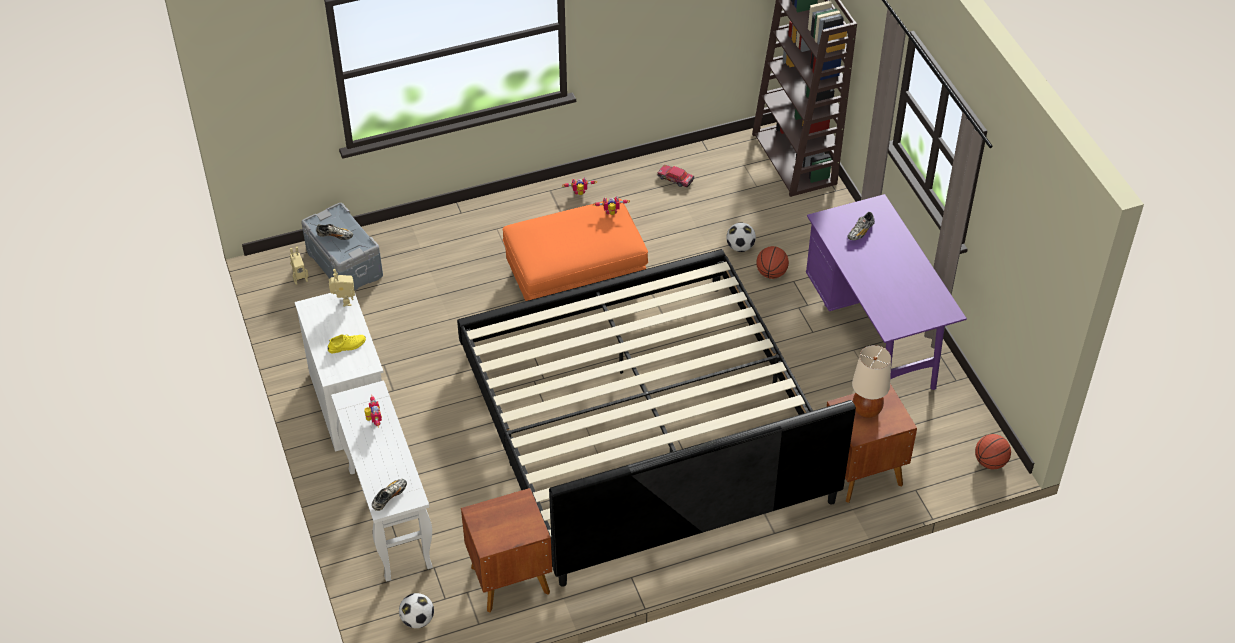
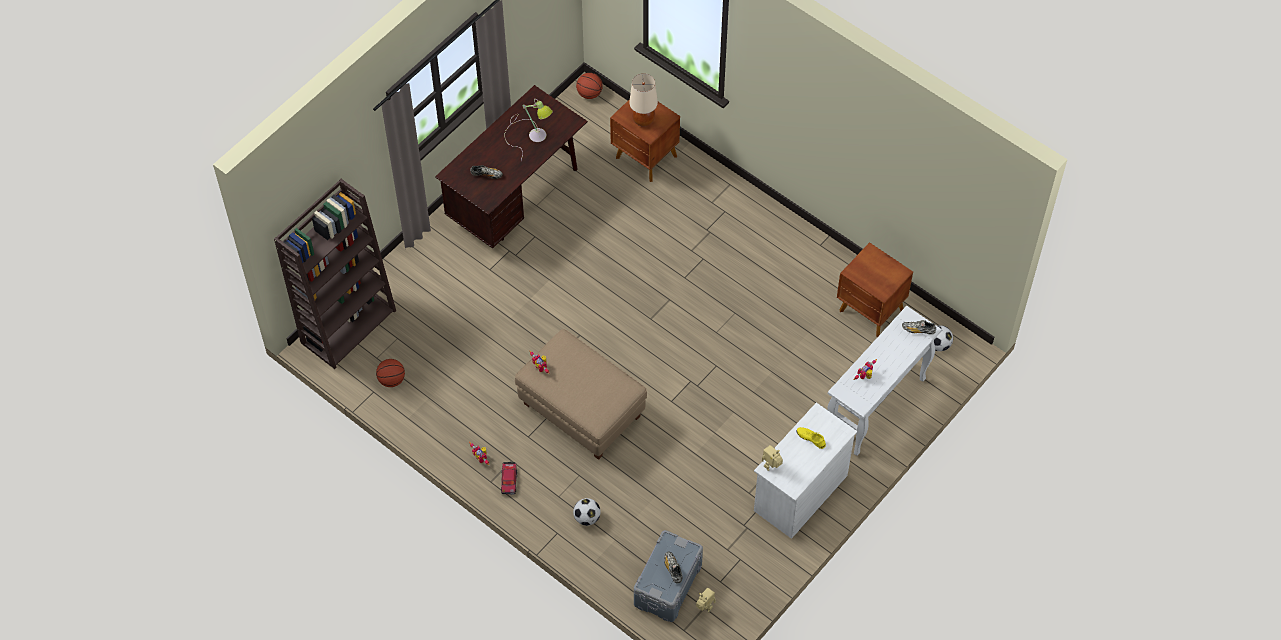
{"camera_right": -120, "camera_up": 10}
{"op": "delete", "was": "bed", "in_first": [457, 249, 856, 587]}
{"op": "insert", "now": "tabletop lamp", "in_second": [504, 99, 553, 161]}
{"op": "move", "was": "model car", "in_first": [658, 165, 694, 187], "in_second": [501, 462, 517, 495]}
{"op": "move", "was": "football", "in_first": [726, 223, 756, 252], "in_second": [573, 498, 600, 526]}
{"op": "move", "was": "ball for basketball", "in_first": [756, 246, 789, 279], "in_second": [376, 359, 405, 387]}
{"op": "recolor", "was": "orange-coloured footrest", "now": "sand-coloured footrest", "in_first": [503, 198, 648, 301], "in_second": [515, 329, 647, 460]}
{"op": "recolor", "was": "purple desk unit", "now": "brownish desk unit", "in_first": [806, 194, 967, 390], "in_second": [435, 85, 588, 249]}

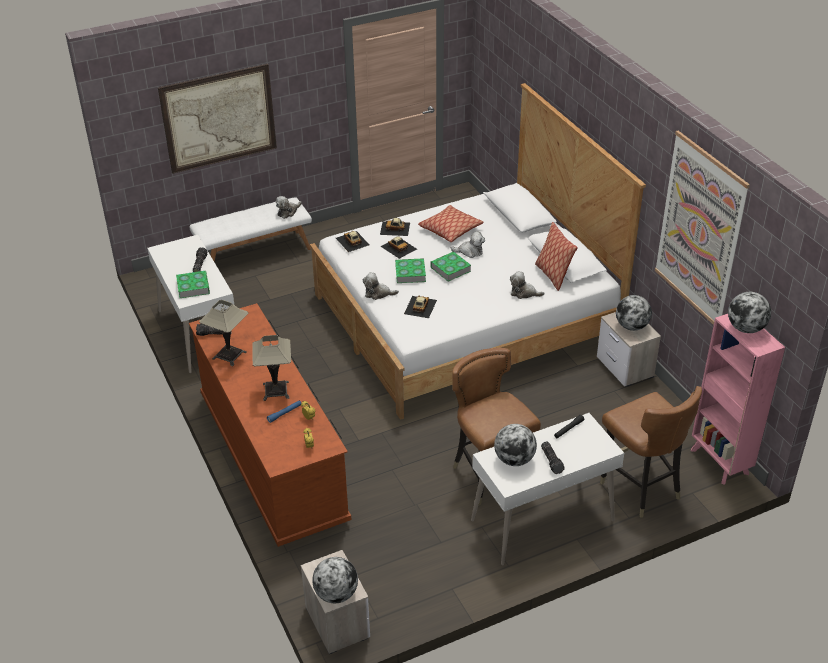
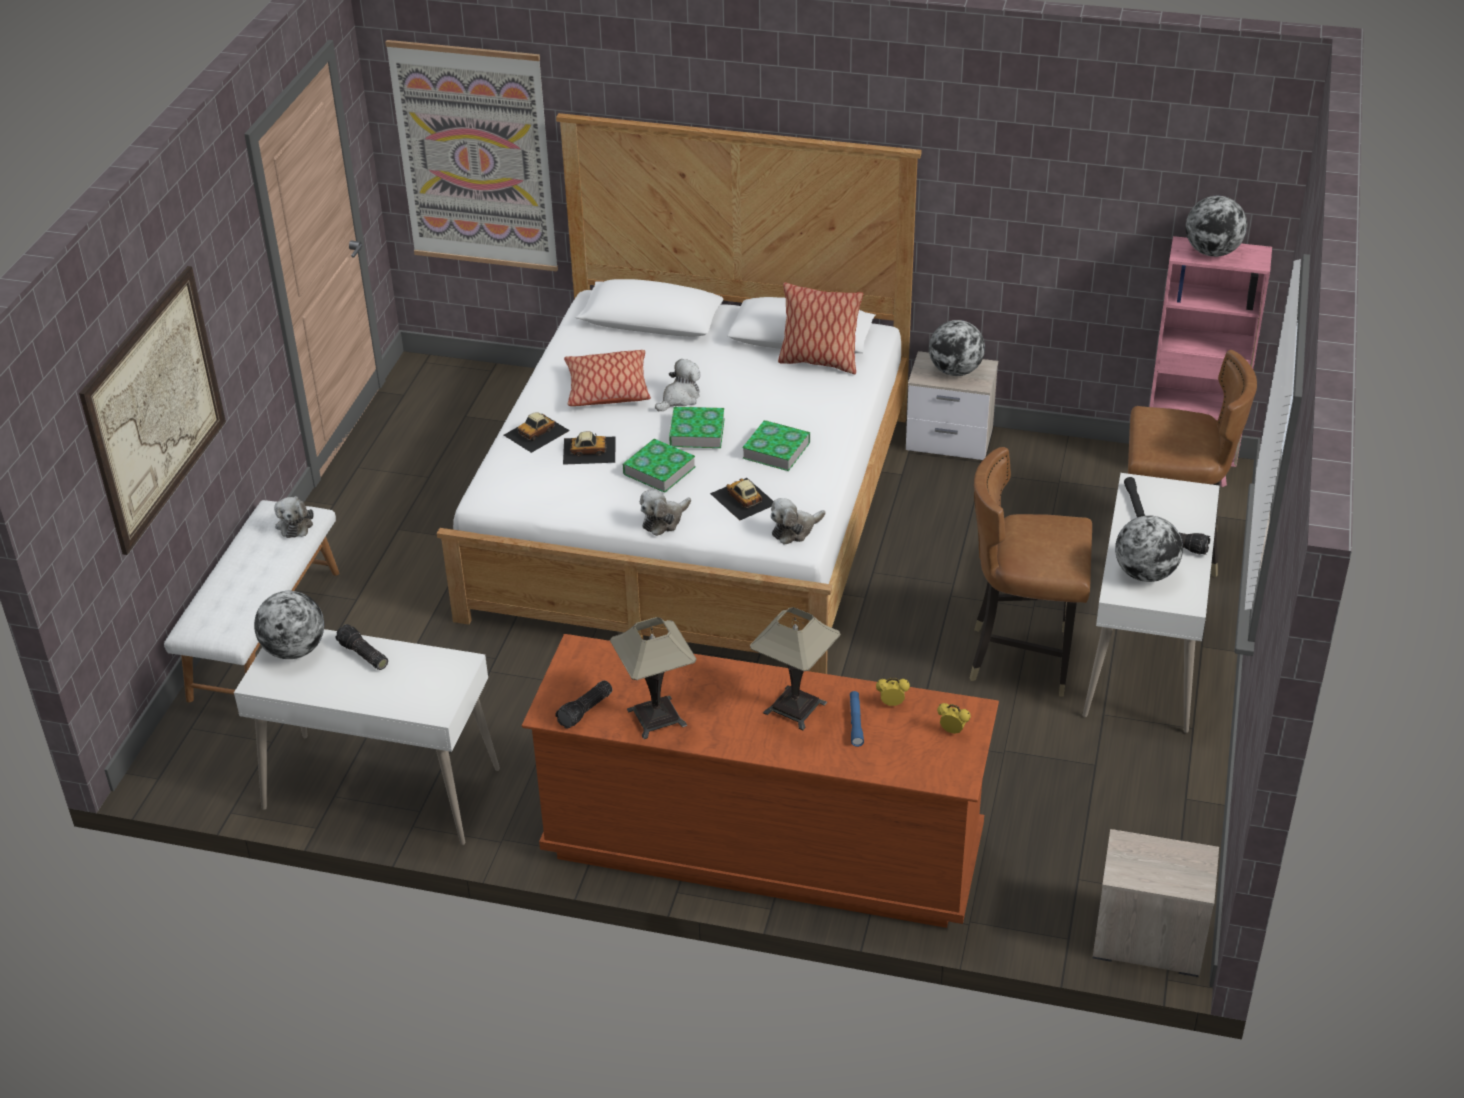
{"camera_right": -50, "camera_up": 0}
{"op": "delete", "was": "model car", "in_first": [336, 231, 369, 252]}
{"op": "move", "was": "volume", "in_first": [176, 271, 210, 298], "in_second": [742, 420, 810, 471]}
{"op": "move", "was": "globe", "in_first": [312, 557, 358, 603], "in_second": [254, 591, 324, 659]}
{"op": "move", "was": "soft toy", "in_first": [510, 271, 545, 299], "in_second": [770, 498, 826, 545]}
{"op": "move", "was": "picture", "in_first": [655, 131, 750, 325], "in_second": [385, 40, 558, 271]}

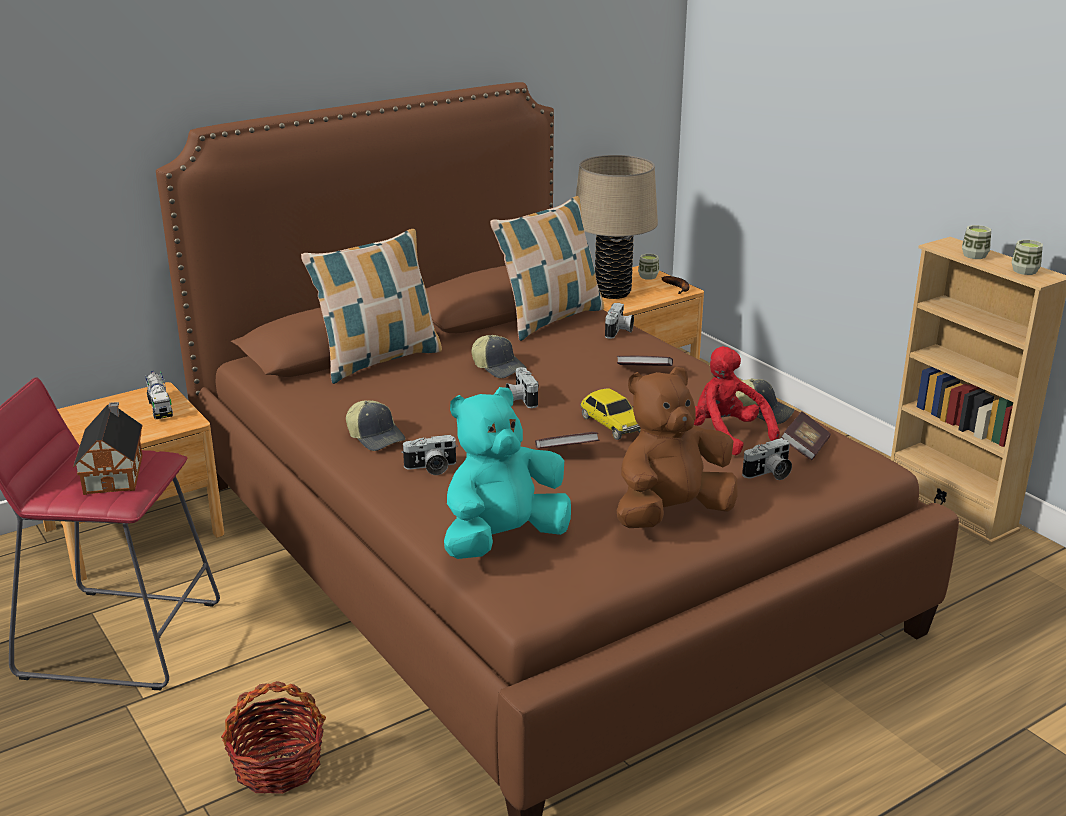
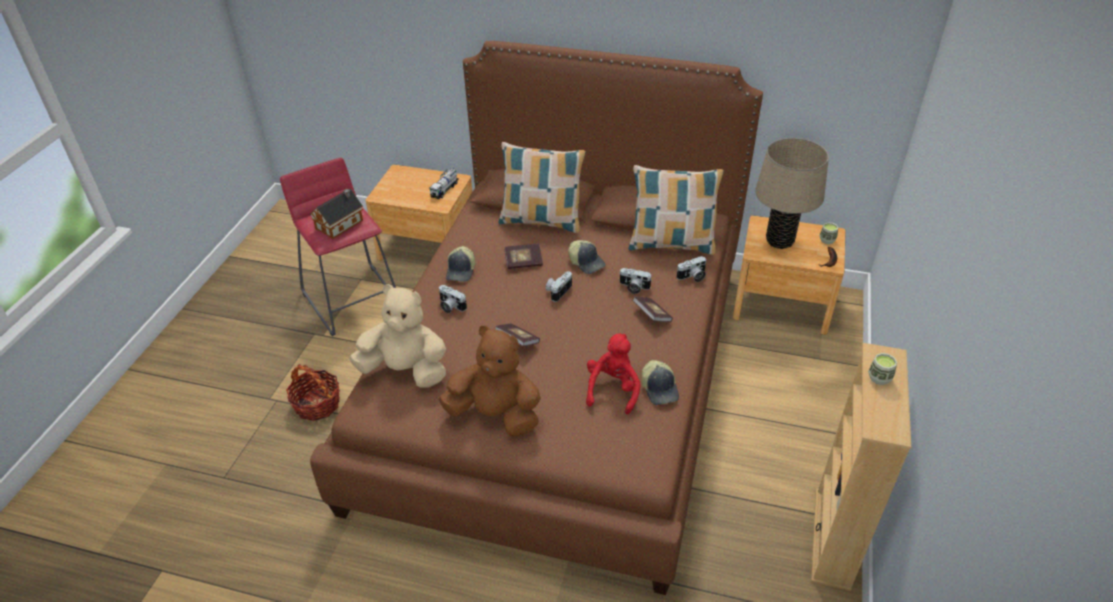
{"camera_right": 50, "camera_up": 15}
{"op": "delete", "was": "model car", "in_first": [580, 388, 641, 440]}
{"op": "delete", "was": "cup", "in_first": [1012, 240, 1043, 275]}
{"op": "move", "was": "still camera", "in_first": [742, 438, 792, 480], "in_second": [619, 268, 651, 294]}
{"op": "move", "was": "volume", "in_first": [781, 411, 831, 460], "in_second": [504, 244, 543, 269]}
{"op": "recolor", "was": "turquoise-coloured soft toy", "now": "sand-coloured soft toy", "in_first": [444, 387, 571, 559], "in_second": [349, 284, 446, 388]}
{"op": "rotate", "was": "peaked cap", "in_first": [471, 335, 527, 378], "in_second": [568, 240, 606, 274], "clockwise": -45}

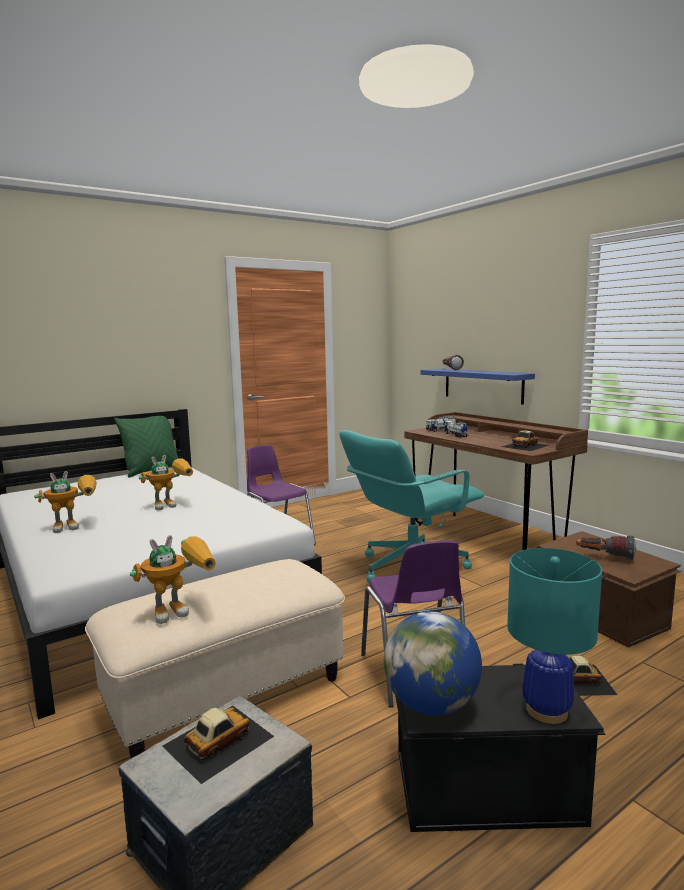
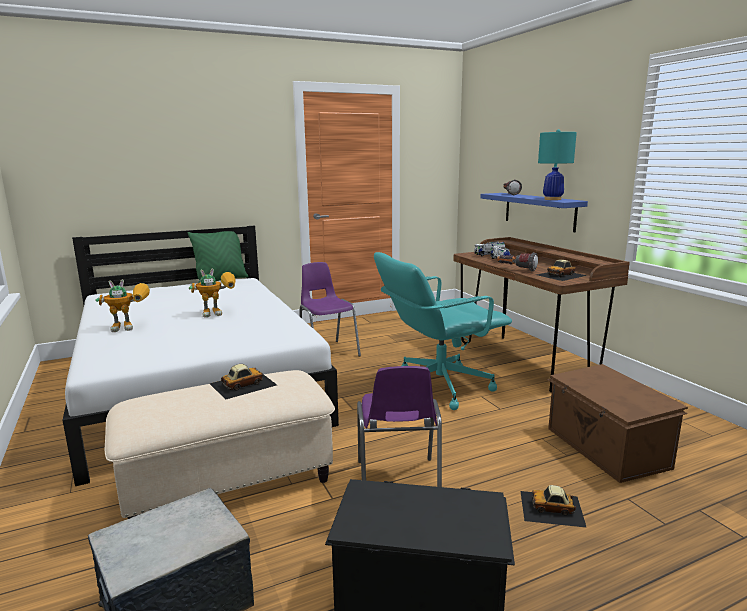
{"camera_right": 10, "camera_up": 5}
{"op": "delete", "was": "toy robot", "in_first": [130, 535, 216, 624]}
{"op": "delete", "was": "globe", "in_first": [384, 611, 482, 716]}
{"op": "move", "was": "model car", "in_first": [162, 706, 274, 784], "in_second": [209, 364, 277, 400]}
{"op": "move", "was": "turquoise-coloured tabletop lamp", "in_first": [507, 548, 602, 724], "in_second": [538, 129, 577, 200]}
{"op": "move", "was": "flashlight", "in_first": [576, 535, 636, 560], "in_second": [497, 252, 538, 271]}

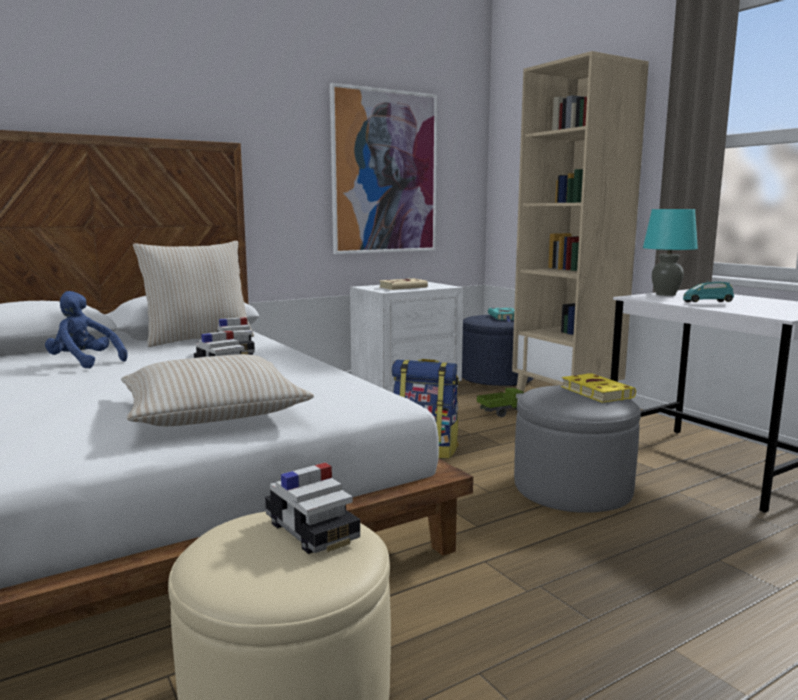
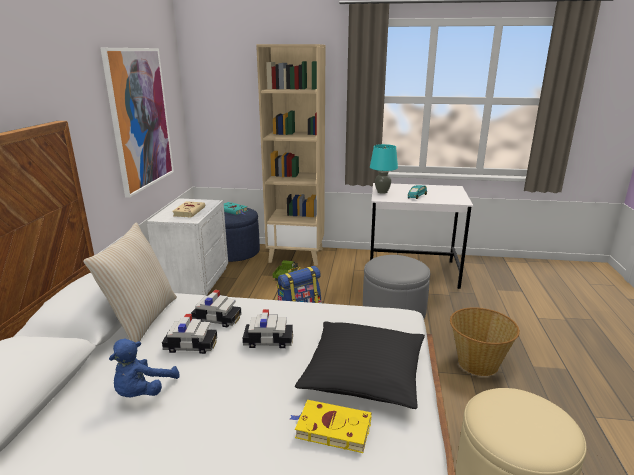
{"camera_right": -50, "camera_up": 10}
{"op": "insert", "now": "storage basket", "in_second": [450, 307, 520, 376]}
{"op": "move", "was": "model car", "in_first": [265, 462, 360, 554], "in_second": [162, 314, 217, 354]}
{"op": "move", "was": "yellow volume", "in_first": [561, 373, 636, 403], "in_second": [290, 400, 372, 453]}
{"op": "recolor", "was": "sand-coloured pillow", "now": "black-coloured pillow", "in_first": [121, 354, 314, 426], "in_second": [295, 321, 425, 409]}
{"op": "rotate", "was": "blue-coloured soft toy", "in_first": [45, 291, 128, 369], "in_second": [109, 338, 180, 398], "clockwise": -45}

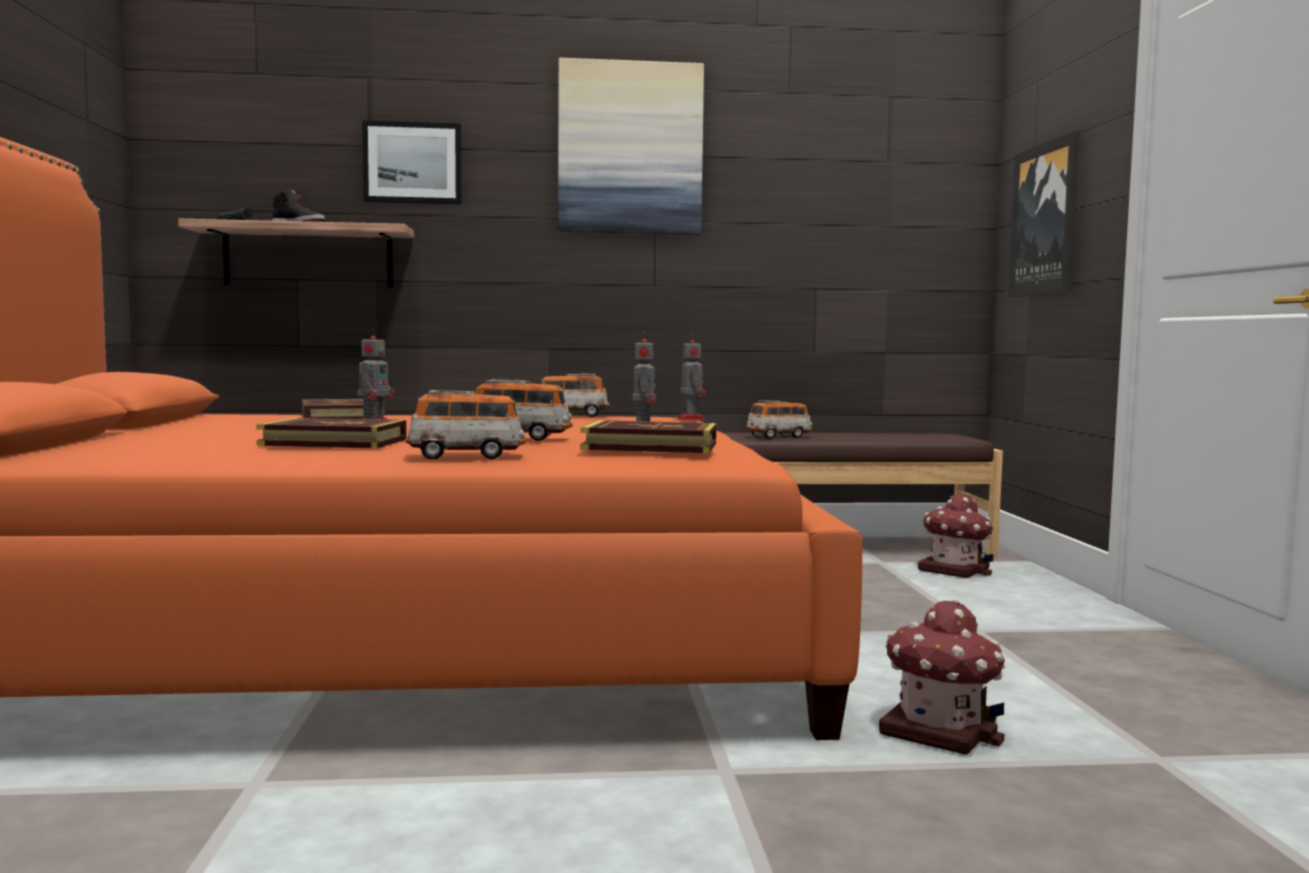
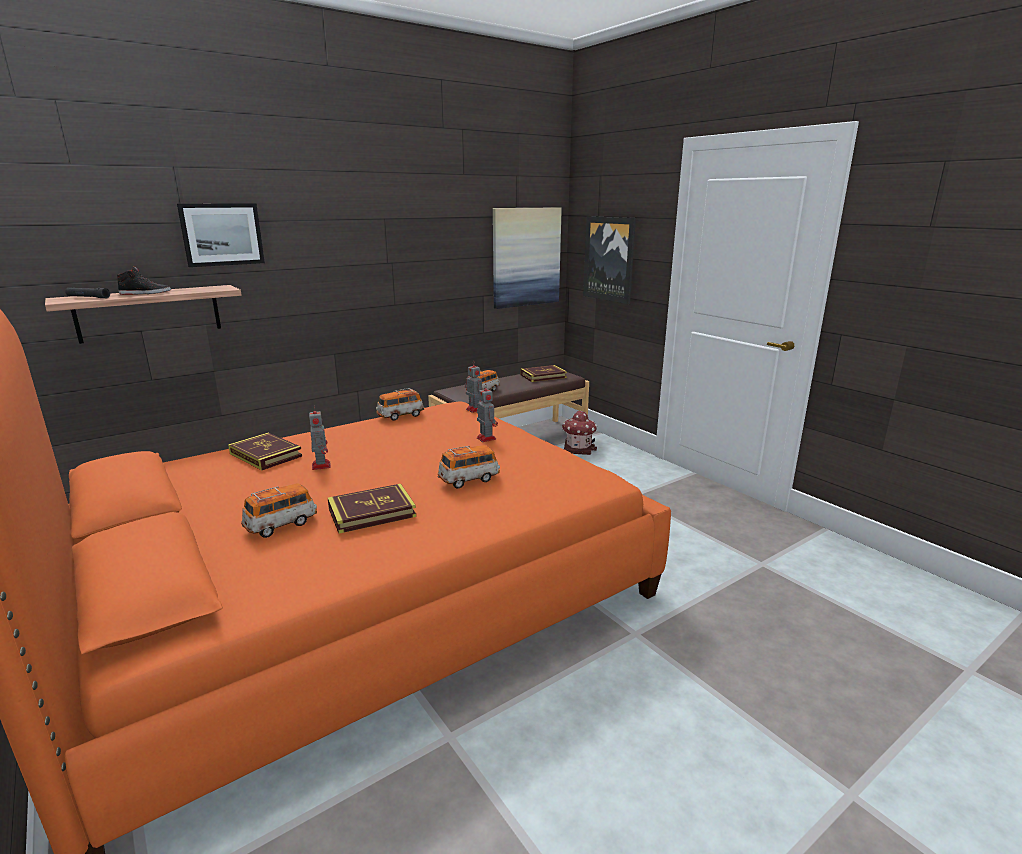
{"camera_right": -30, "camera_up": 15}
{"op": "delete", "was": "toy house", "in_first": [879, 600, 1005, 755]}
{"op": "move", "was": "model car", "in_first": [405, 390, 525, 460], "in_second": [241, 483, 317, 538]}
{"op": "move", "was": "picture", "in_first": [558, 58, 704, 236], "in_second": [493, 207, 562, 309]}
{"op": "move", "was": "volume", "in_first": [581, 420, 717, 453], "in_second": [520, 365, 567, 382]}

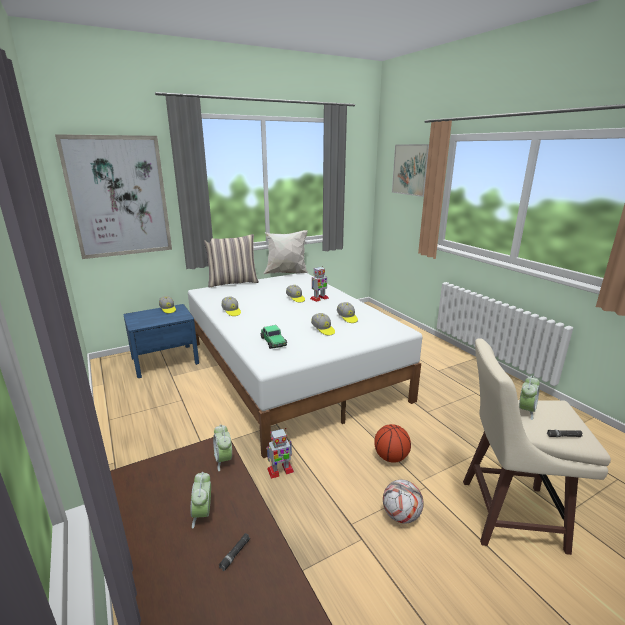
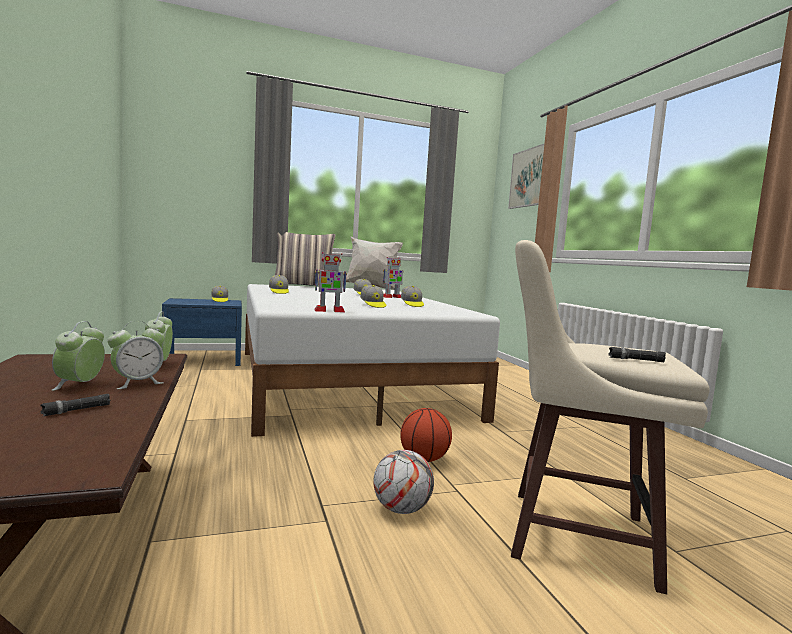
{"camera_right": 10, "camera_up": -15}
{"op": "delete", "was": "picture", "in_first": [55, 134, 172, 259]}
{"op": "delete", "was": "model car", "in_first": [260, 325, 287, 349]}
{"op": "move", "was": "toy robot", "in_first": [266, 428, 294, 479], "in_second": [315, 252, 347, 313]}
{"op": "move", "was": "table clock", "in_first": [519, 376, 540, 420], "in_second": [107, 321, 165, 389]}

